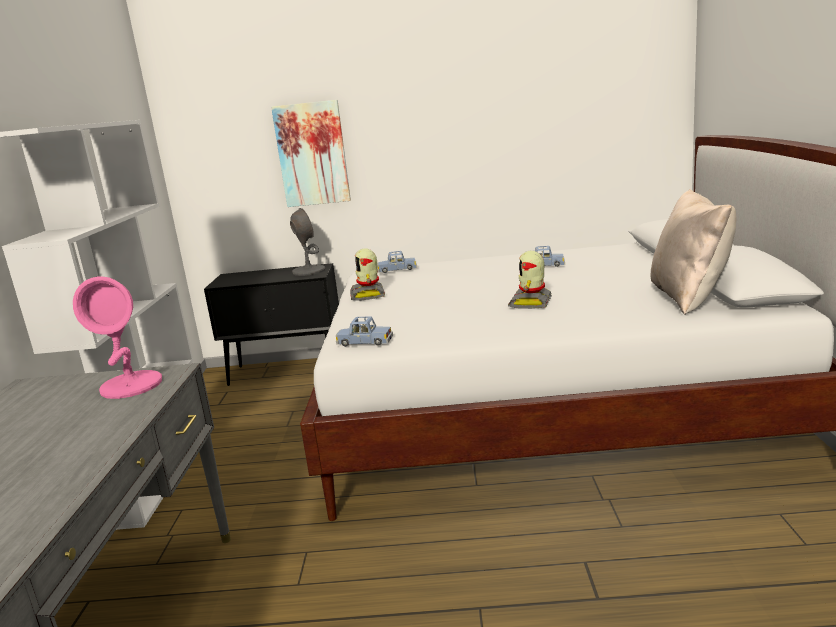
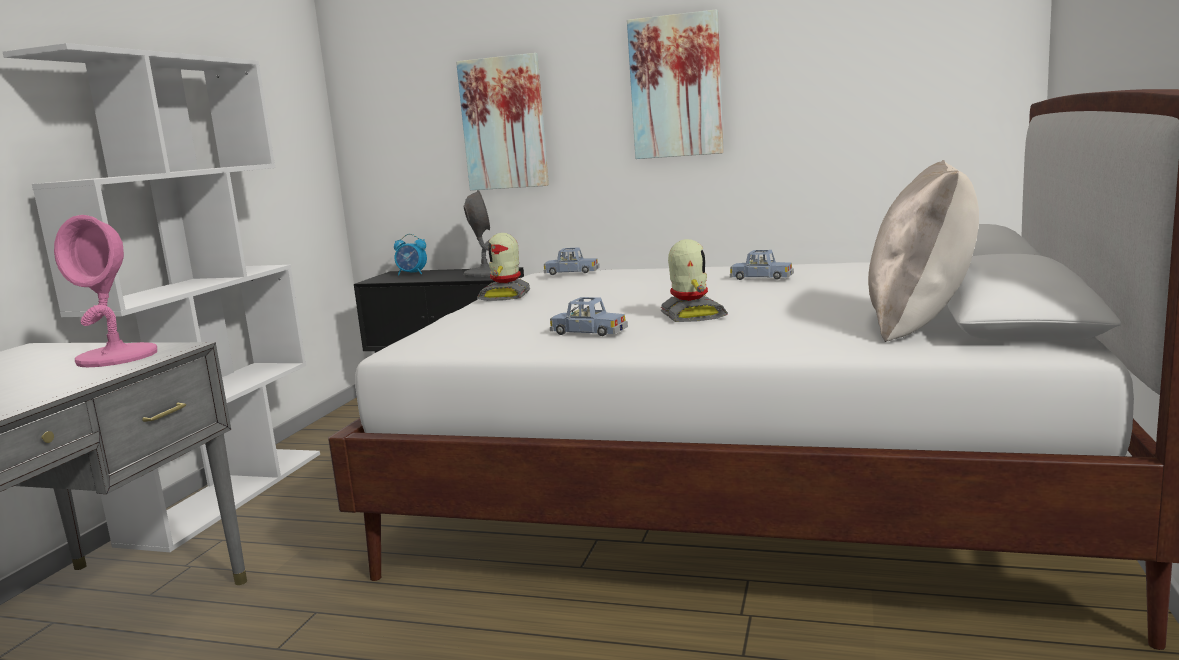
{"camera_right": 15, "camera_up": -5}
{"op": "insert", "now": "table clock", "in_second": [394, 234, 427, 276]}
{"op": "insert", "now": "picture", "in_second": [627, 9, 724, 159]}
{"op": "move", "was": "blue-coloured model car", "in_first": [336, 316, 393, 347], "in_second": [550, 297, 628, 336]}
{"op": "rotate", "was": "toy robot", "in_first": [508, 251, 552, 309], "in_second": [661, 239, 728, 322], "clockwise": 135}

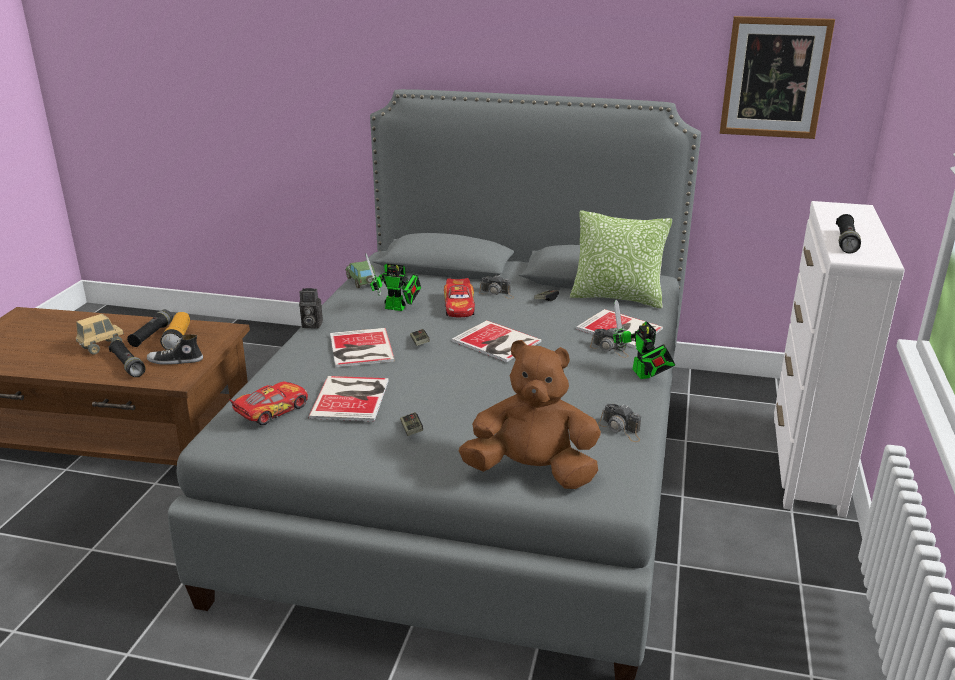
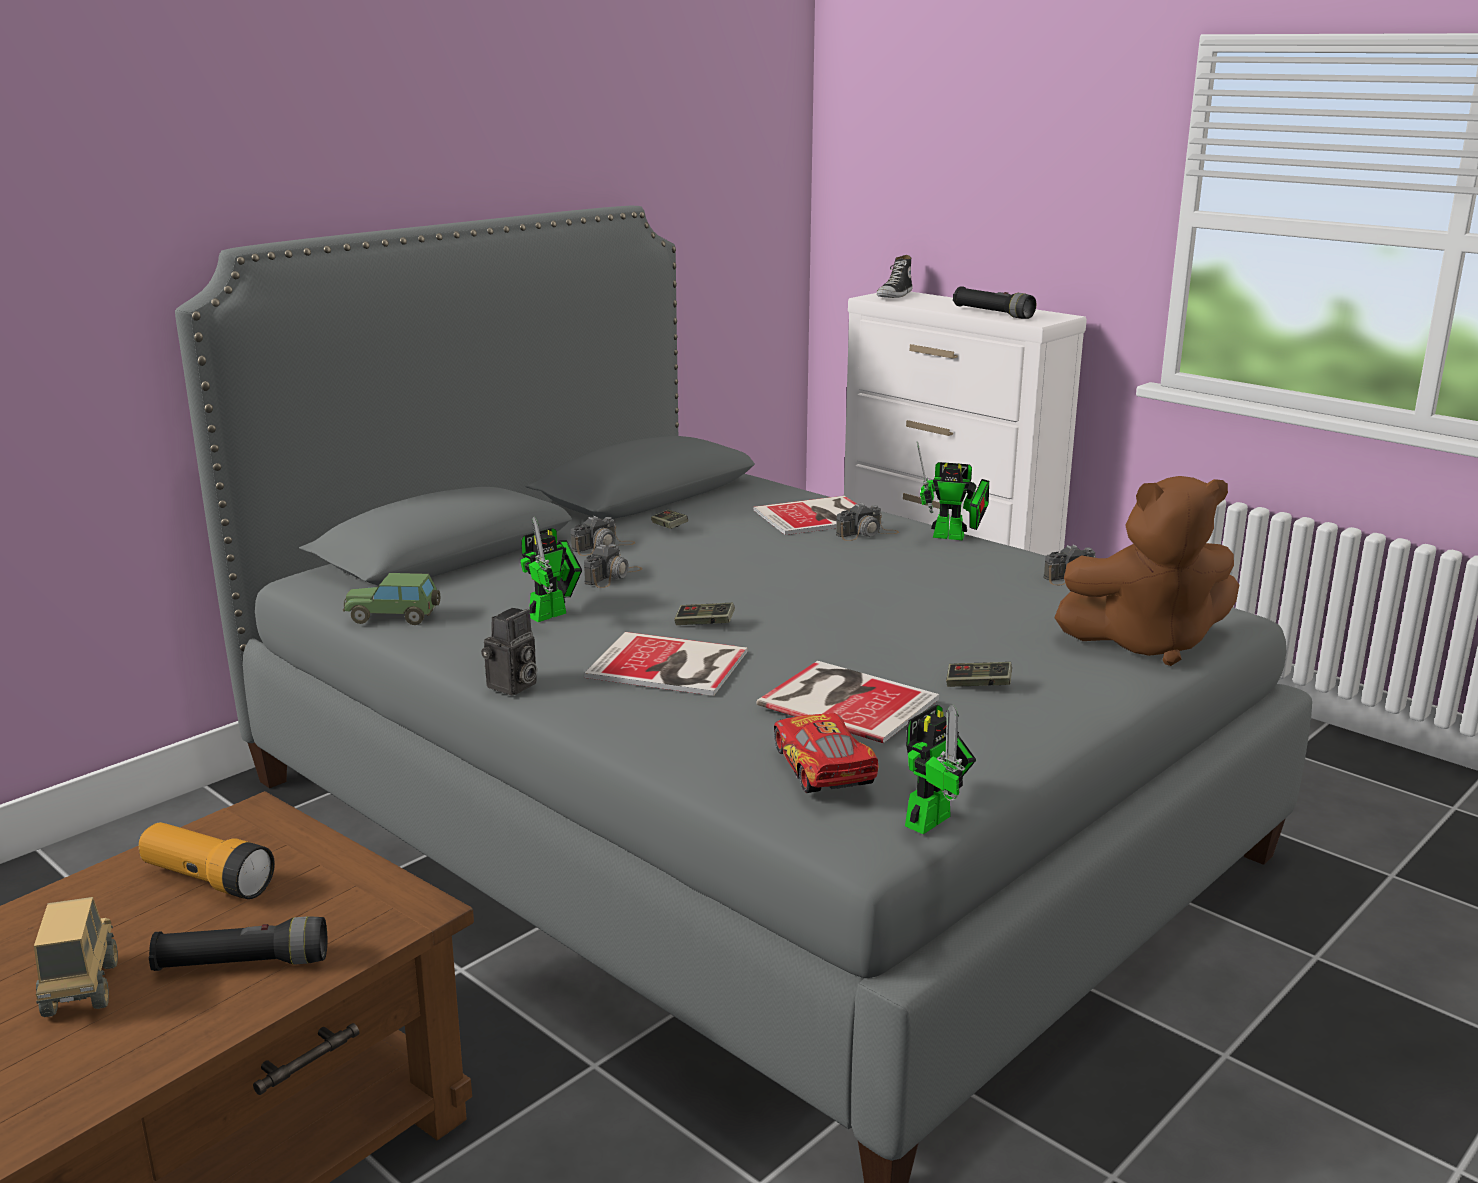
{"camera_right": -60, "camera_up": -5}
{"op": "delete", "was": "black-coloured flashlight", "in_first": [127, 309, 173, 347]}
{"op": "delete", "was": "volume", "in_first": [452, 320, 542, 362]}
{"op": "delete", "was": "pillow", "in_first": [570, 210, 672, 309]}
{"op": "delete", "was": "picture", "in_first": [720, 16, 835, 139]}
{"op": "insert", "now": "toy robot", "in_second": [905, 704, 976, 834]}
{"op": "move", "was": "shoe", "in_first": [147, 334, 203, 365], "in_second": [877, 255, 913, 298]}
{"op": "replace", "was": "model car", "now": "still camera", "in_first": [444, 278, 475, 317], "in_second": [584, 544, 642, 588]}
{"op": "rotate", "was": "brownish soft toy", "in_first": [459, 340, 601, 489], "in_second": [1054, 476, 1239, 666], "clockwise": -135}

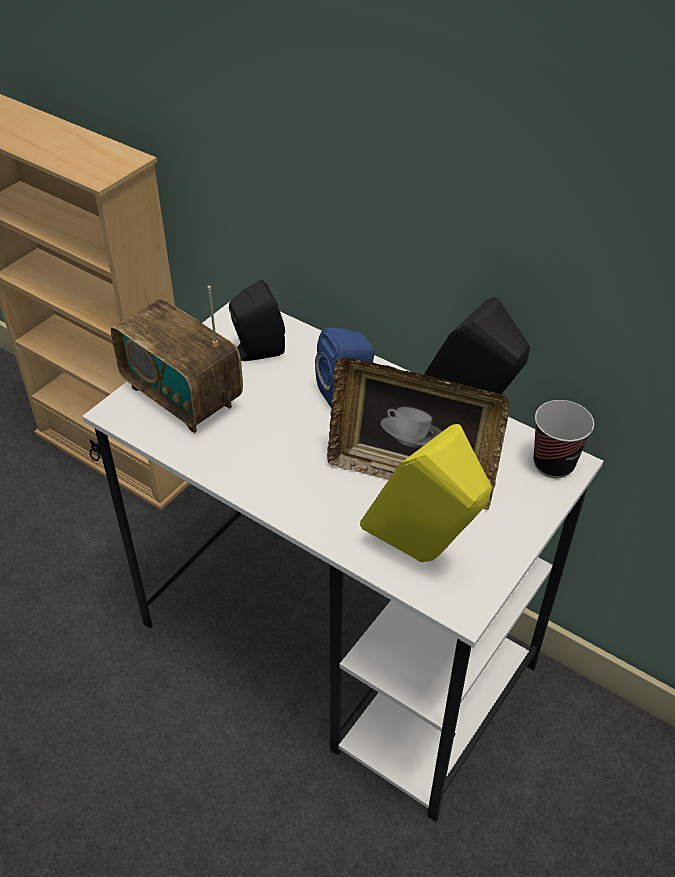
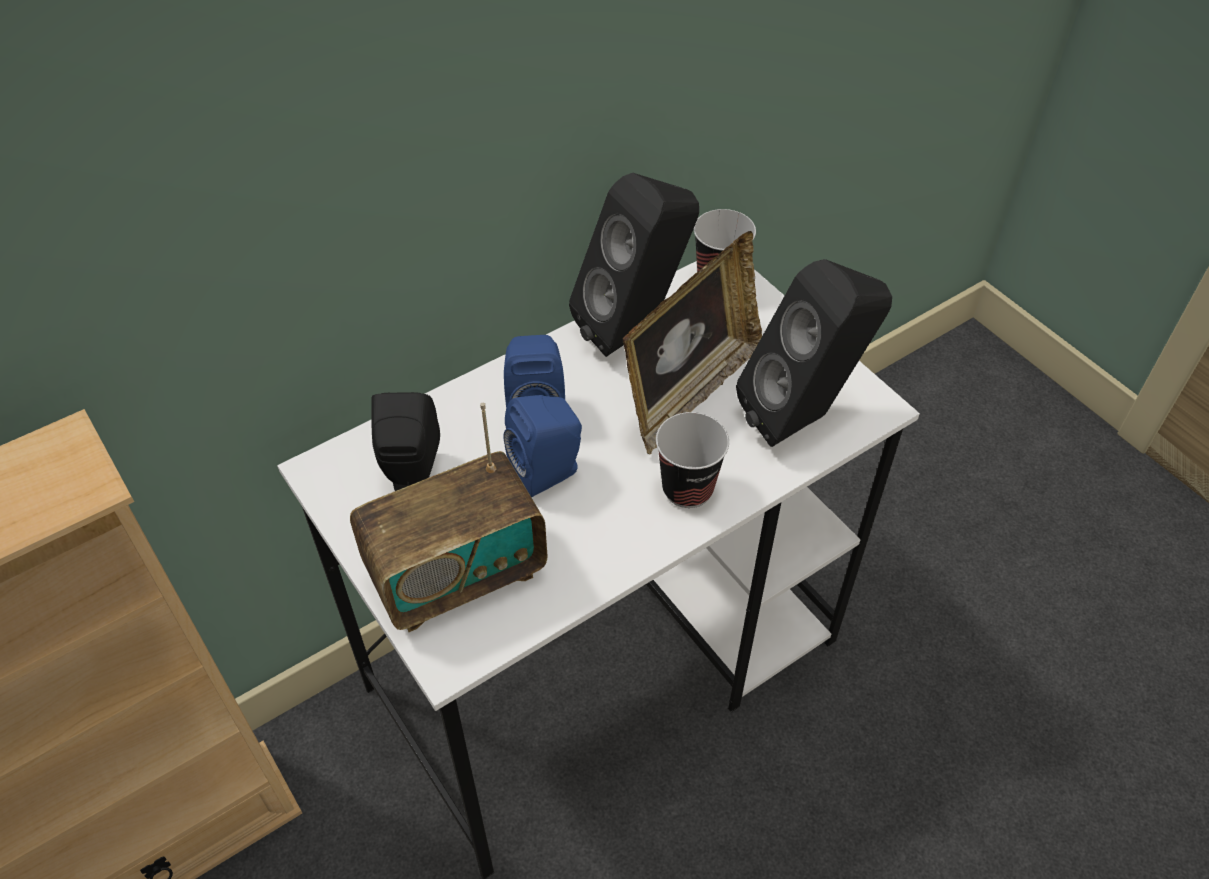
{"camera_right": -70, "camera_up": 5}
{"op": "insert", "now": "blue-coloured loudspeaker", "in_second": [503, 395, 582, 498]}
{"op": "insert", "now": "cup", "in_second": [656, 412, 729, 508]}
{"op": "recolor", "was": "yellow loudspeaker", "now": "black-coloured loudspeaker", "in_first": [360, 424, 492, 562], "in_second": [736, 259, 892, 447]}

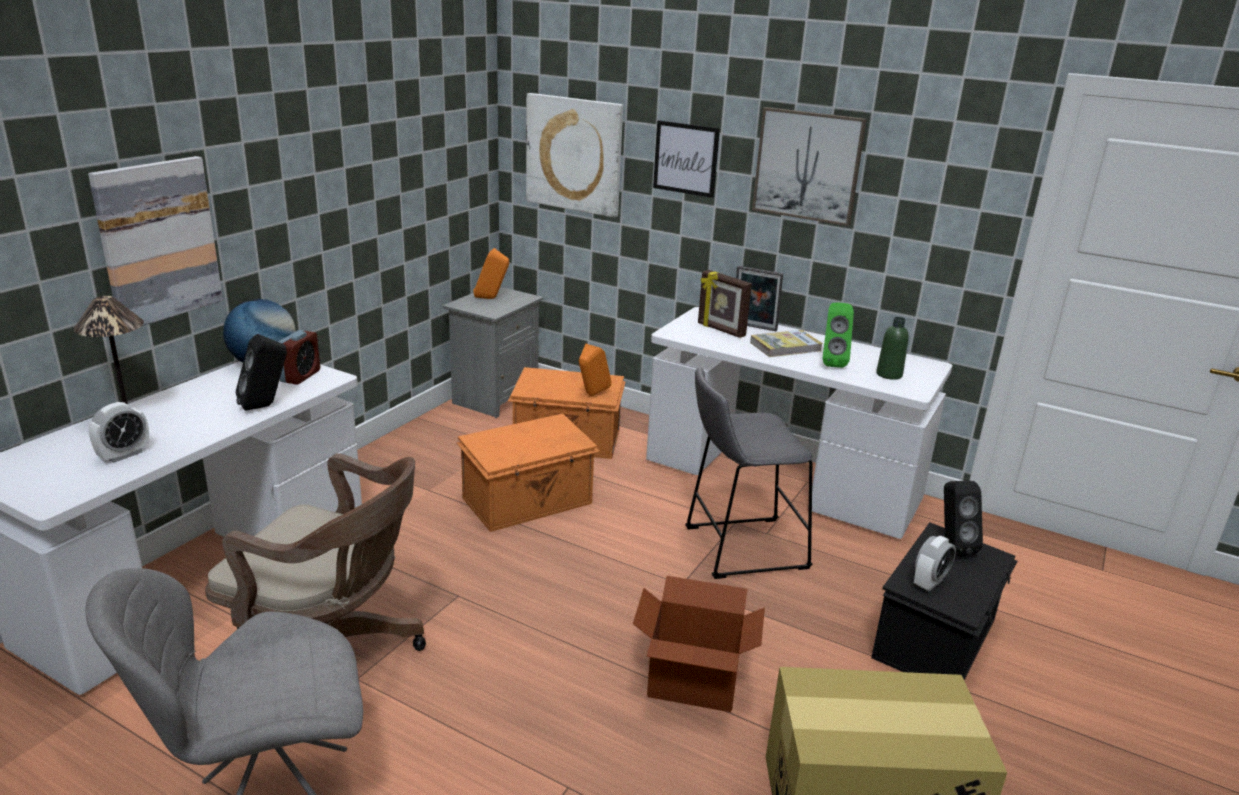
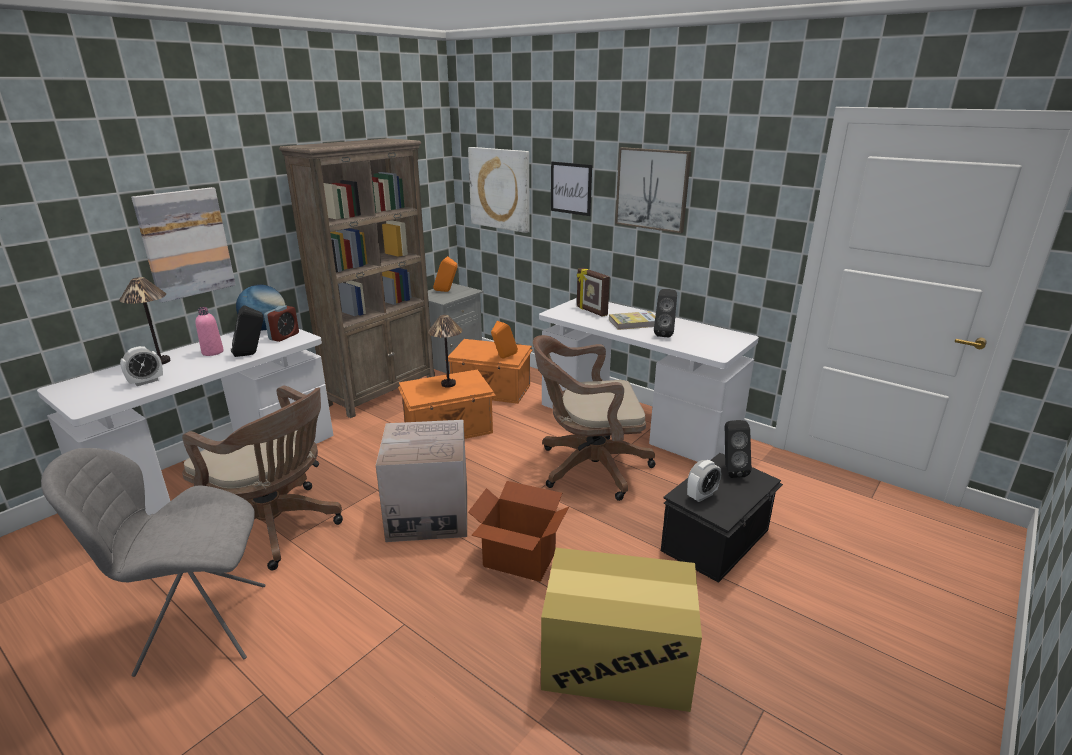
{"camera_right": 10, "camera_up": 0}
{"op": "delete", "was": "standing frame", "in_first": [736, 266, 783, 331]}
{"op": "delete", "was": "green drink bottle", "in_first": [876, 317, 909, 380]}
{"op": "insert", "now": "pink drink bottle", "in_second": [196, 307, 224, 356]}
{"op": "insert", "now": "brownish bookcase", "in_second": [279, 138, 435, 418]}
{"op": "insert", "now": "cardboard box", "in_second": [376, 420, 467, 542]}
{"op": "insert", "now": "tabletop lamp", "in_second": [428, 315, 462, 388]}
{"op": "replace", "was": "grey stool", "now": "brownish computer chair", "in_first": [685, 367, 813, 579], "in_second": [533, 335, 656, 501]}
{"op": "recolor", "was": "green loudspeaker", "now": "black-coloured loudspeaker", "in_first": [823, 303, 854, 368], "in_second": [654, 289, 677, 337]}

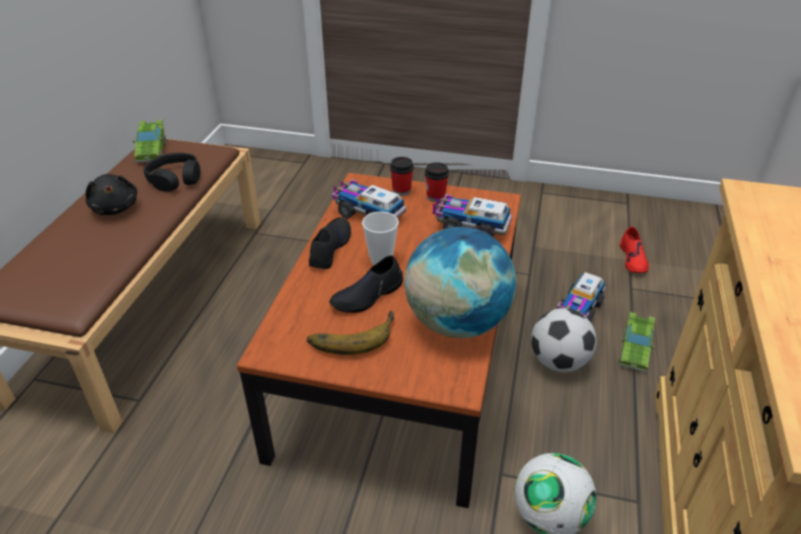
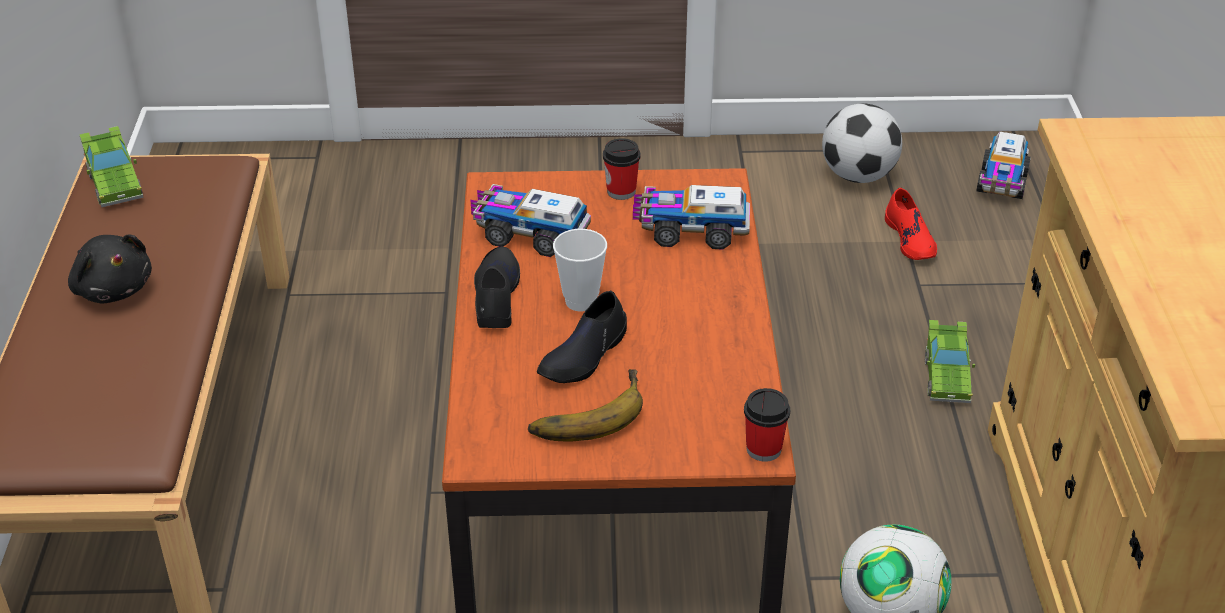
{"camera_right": -15, "camera_up": 0}
{"op": "delete", "was": "black-coloured headphones", "in_first": [144, 153, 200, 192]}
{"op": "delete", "was": "globe", "in_first": [404, 227, 516, 338]}
{"op": "move", "was": "cup", "in_first": [390, 157, 414, 196], "in_second": [744, 388, 790, 462]}
{"op": "move", "was": "football", "in_first": [531, 308, 597, 372], "in_second": [822, 103, 902, 183]}
{"op": "move", "was": "toy truck", "in_first": [557, 272, 605, 322], "in_second": [976, 132, 1031, 199]}

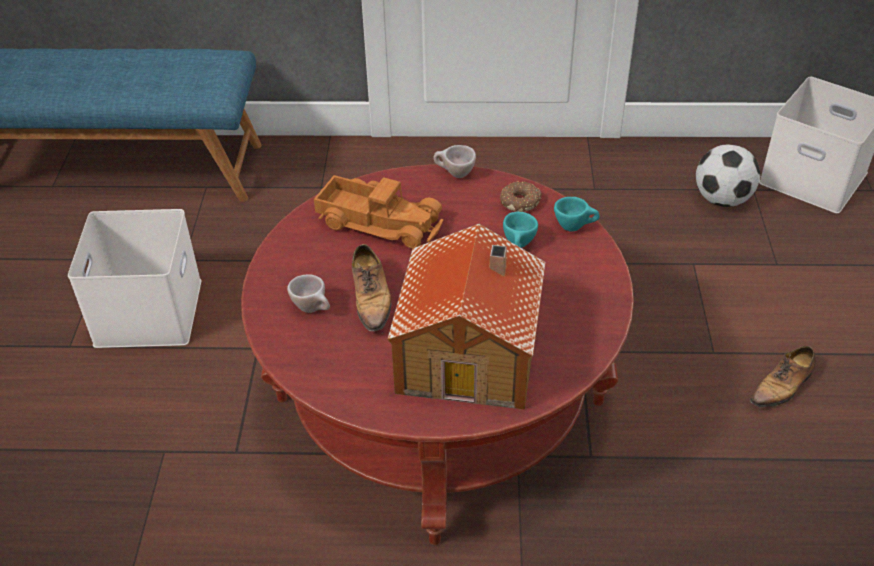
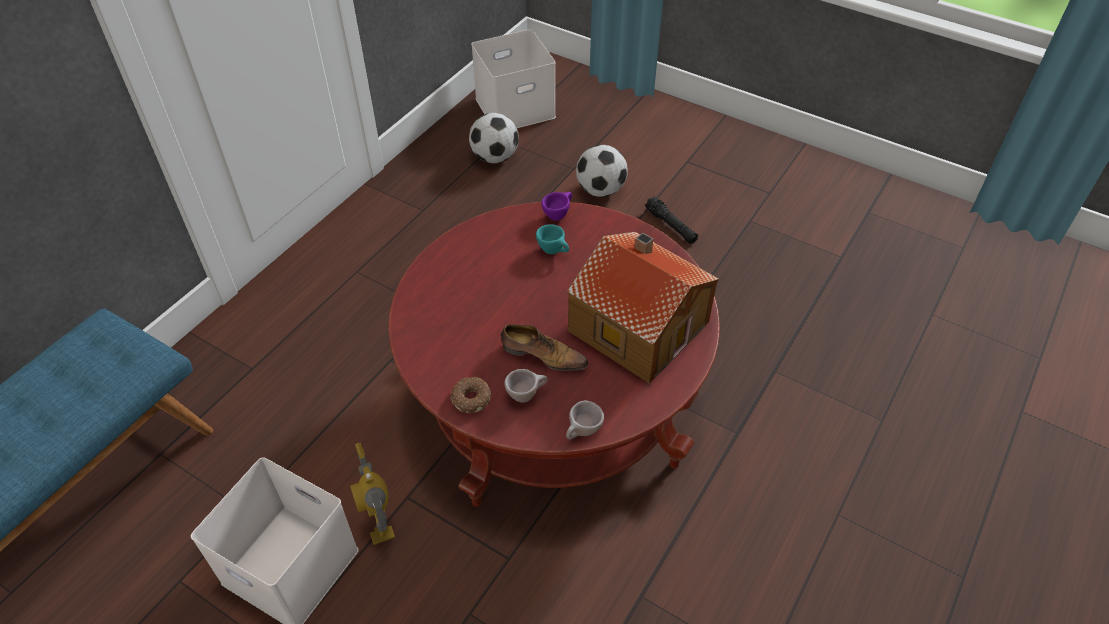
{"camera_right": -60, "camera_up": 5}
{"op": "delete", "was": "toy truck", "in_first": [314, 175, 444, 249]}
{"op": "insert", "now": "toy robot", "in_second": [350, 443, 395, 545]}
{"op": "insert", "now": "football", "in_second": [576, 145, 628, 197]}
{"op": "move", "was": "sand-coloured cup", "in_first": [433, 145, 476, 178], "in_second": [566, 400, 604, 440]}
{"op": "move", "was": "ring doughnut", "in_first": [500, 181, 542, 212], "in_second": [450, 377, 491, 413]}
{"op": "replace", "was": "shoe", "now": "black-coloured flashlight", "in_first": [750, 346, 816, 408], "in_second": [645, 196, 698, 244]}
{"op": "recolor", "was": "turquoise-coloured cup", "now": "purple cup", "in_first": [554, 197, 600, 232], "in_second": [541, 192, 572, 221]}

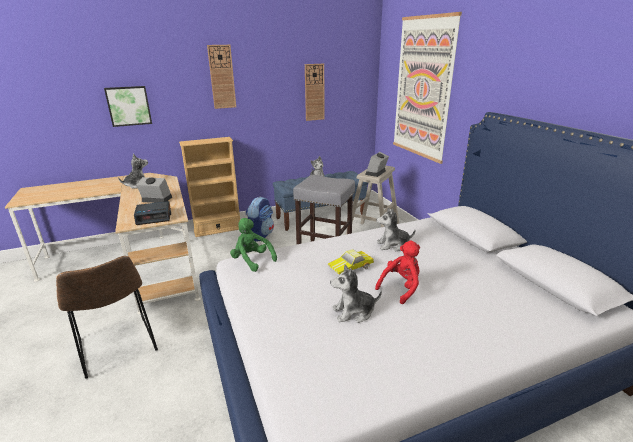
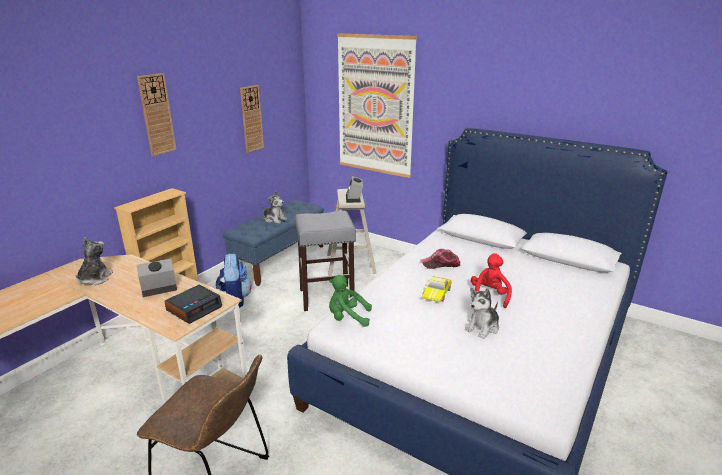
{"camera_right": -35, "camera_up": 0}
{"op": "delete", "was": "picture", "in_first": [104, 86, 152, 127]}
{"op": "replace", "was": "soft toy", "now": "peaked cap", "in_first": [376, 208, 415, 251], "in_second": [421, 249, 461, 269]}

